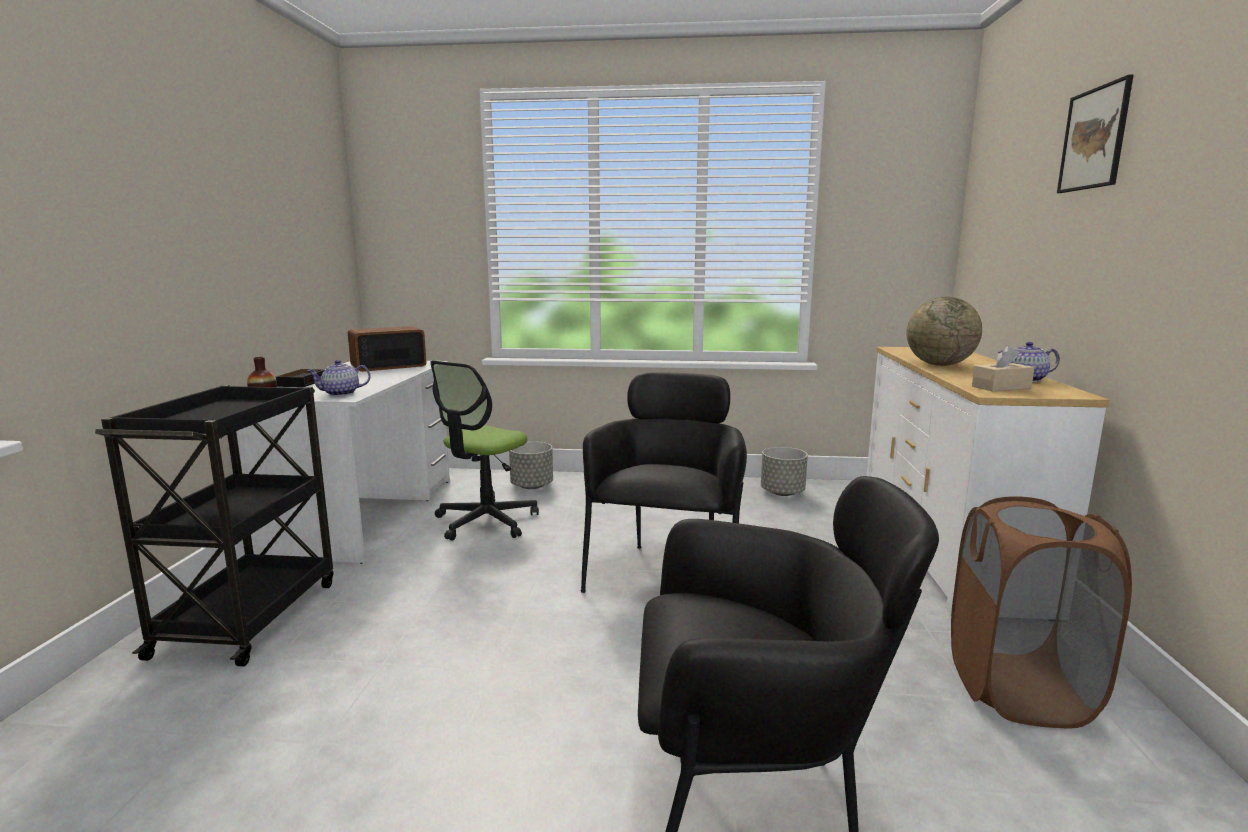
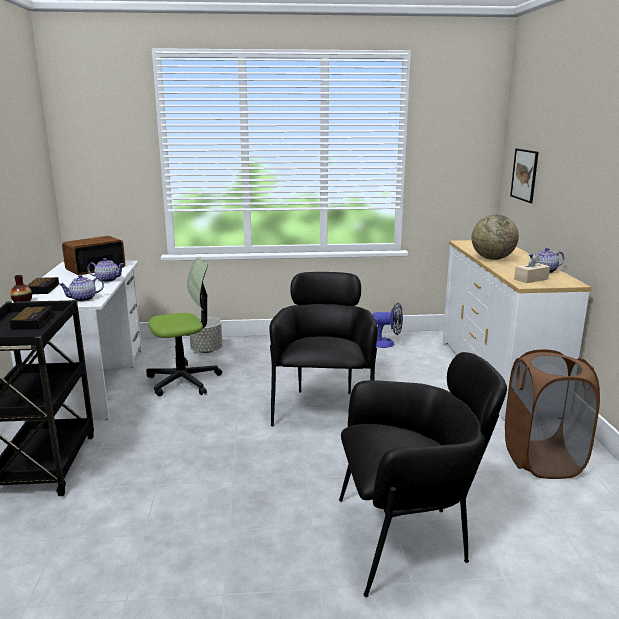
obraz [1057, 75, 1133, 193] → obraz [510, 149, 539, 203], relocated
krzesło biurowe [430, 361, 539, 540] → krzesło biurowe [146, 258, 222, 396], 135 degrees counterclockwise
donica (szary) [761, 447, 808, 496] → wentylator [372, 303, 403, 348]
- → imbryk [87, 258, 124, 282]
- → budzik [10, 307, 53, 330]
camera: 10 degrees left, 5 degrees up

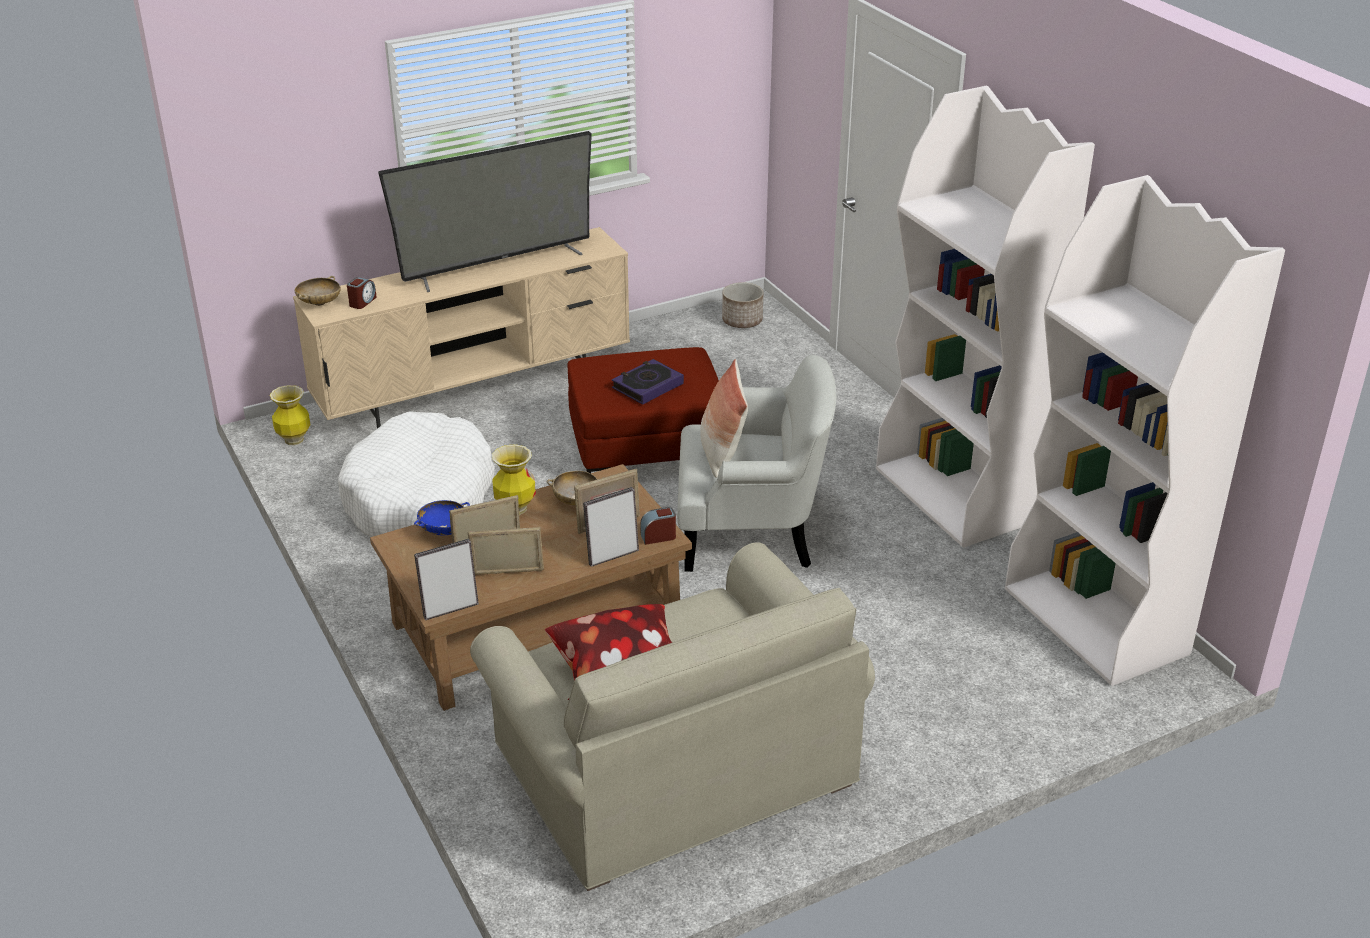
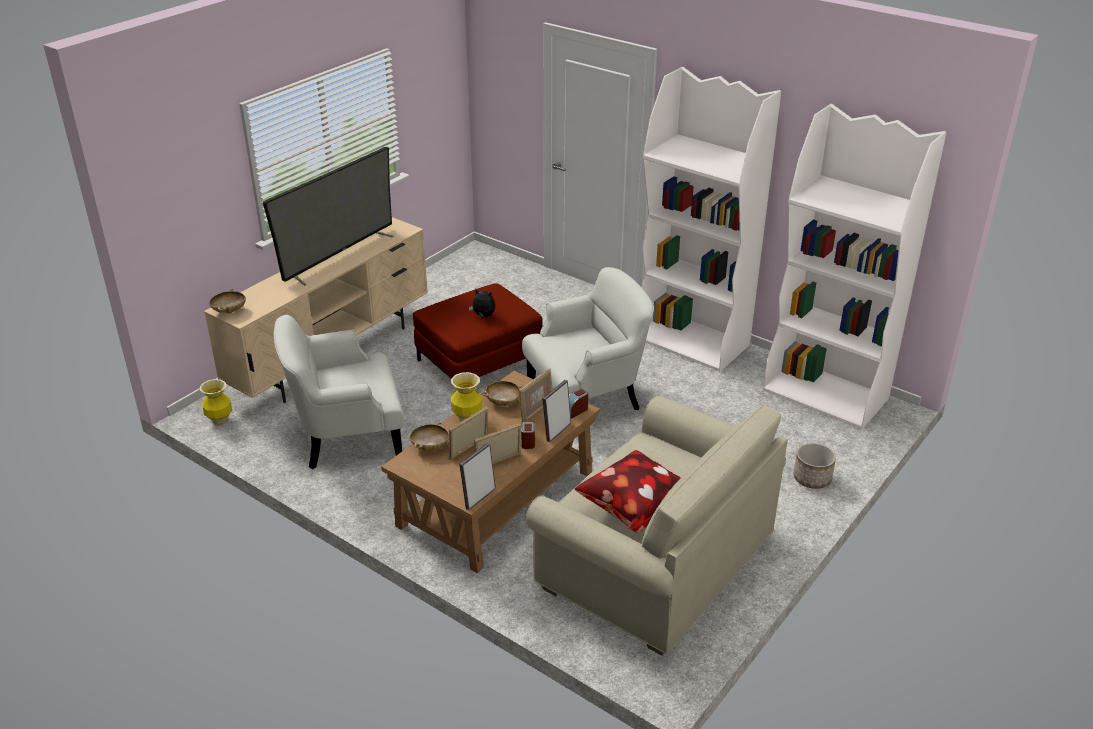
budzik [347, 277, 377, 309] → budzik [521, 422, 535, 449], relocated
donica [722, 282, 763, 328] → donica [793, 443, 836, 489], relocated
książka [612, 359, 684, 405] → pluszak [469, 289, 495, 319]
poduszka [700, 359, 748, 478] → -
legowisko (biały) [338, 411, 495, 537] → fotel (biały) [274, 315, 404, 469]
miska (niebieski) [414, 500, 470, 535] → miska (beżowy) [410, 422, 449, 451]
camera: 25 degrees left, 0 degrees up

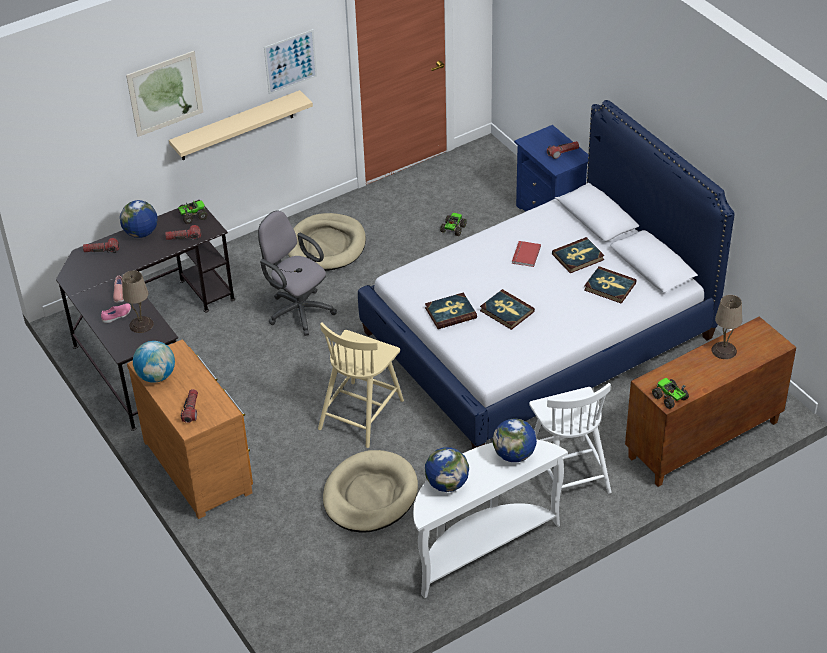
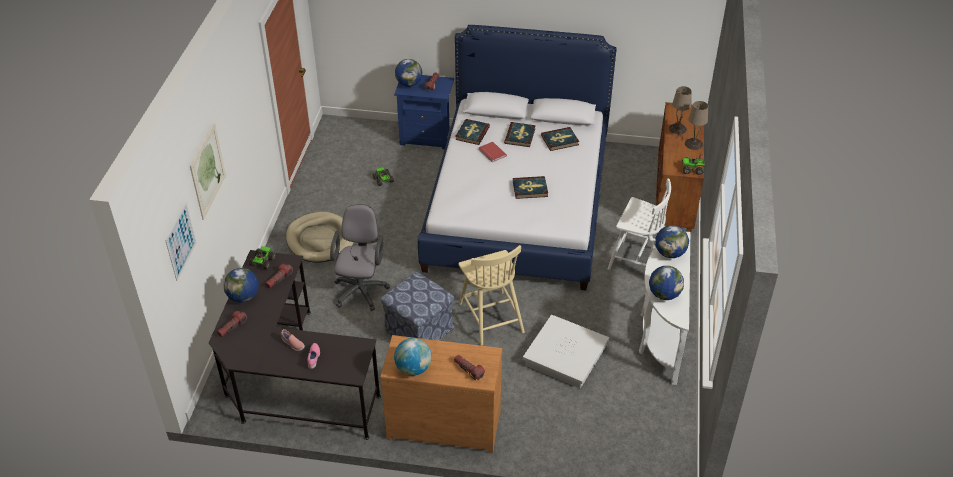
obraz [264, 29, 317, 94] → obraz [165, 202, 197, 281], relocated
półka (beżowy) [169, 90, 313, 160] → -
krzesło biurowe (szary) [258, 210, 337, 336] → krzesło biurowe (szary) [330, 204, 390, 311], 105 degrees clockwise
lampa stołowa (beżowy) [122, 271, 154, 333] → lampa stołowa (beżowy) [685, 101, 708, 150], relocated
książka [425, 293, 477, 329] → książka [455, 119, 490, 145], relocated
legowisko (beżowy) [323, 450, 418, 533] → pojemnik do przechowywania (biały) [523, 315, 609, 388]
- → globus [395, 59, 422, 87]
- → pufa [380, 271, 454, 341]
camera: 50 degrees left, 0 degrees up

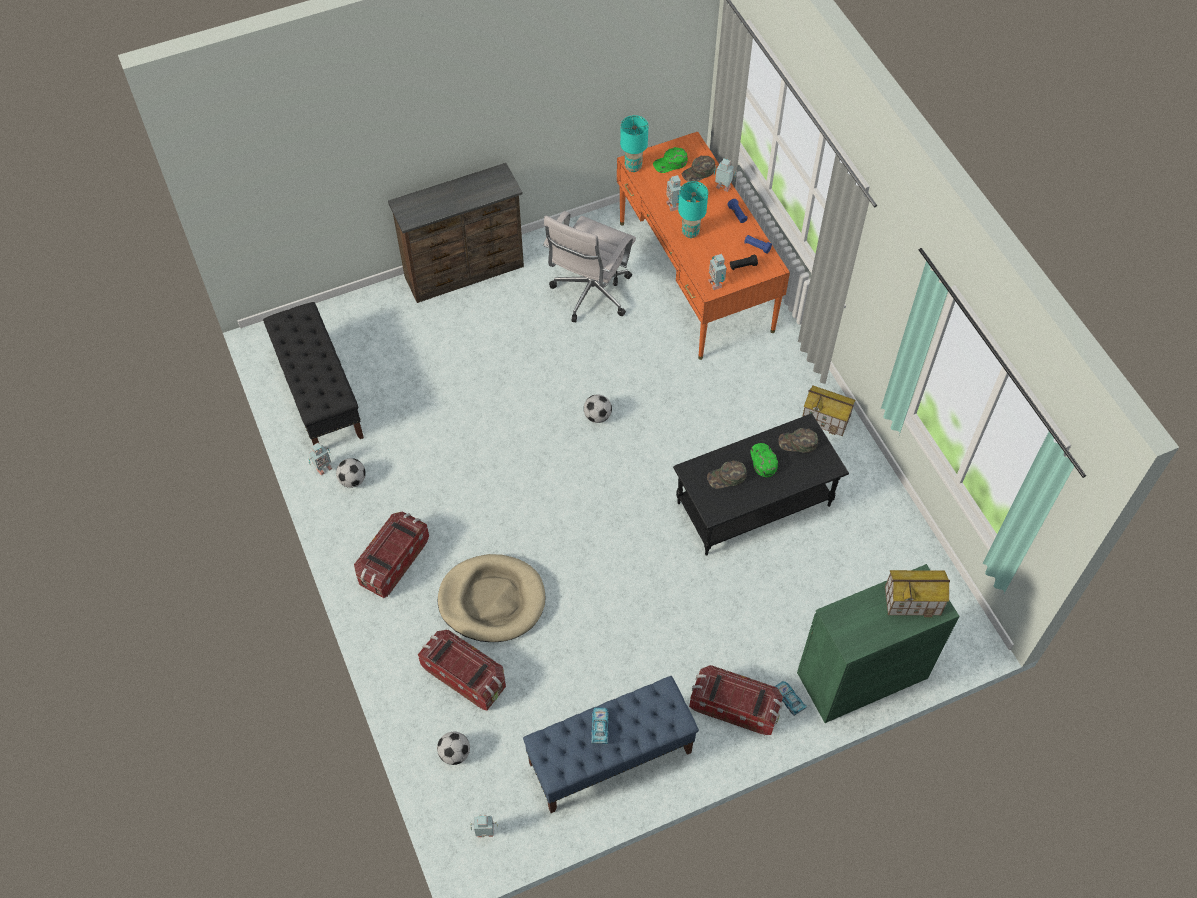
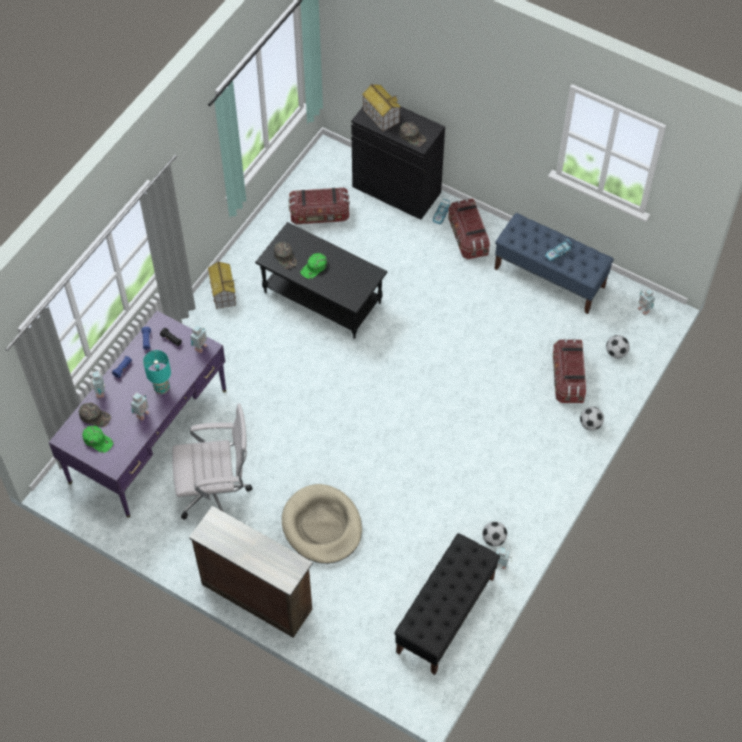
lampa stołowa (turkusowy) [620, 115, 649, 172] → -
biurko (pomarańczowy) [617, 132, 790, 360] → biurko (fioletowy) [49, 311, 226, 518]
piłka futbolowa [584, 394, 612, 423] → piłka futbolowa [580, 407, 604, 431], relocated
czapka z daszkiem (zielony) [707, 460, 747, 489] → czapka z daszkiem (zielony) [399, 122, 426, 147], relocated
pojemnik do przechowywania [354, 511, 429, 598] → pojemnik do przechowywania [288, 188, 350, 224], relocated
legowisko (beżowy) [438, 554, 546, 642] → legowisko (beżowy) [282, 484, 362, 564], relocated
szafka (zielony) [797, 564, 959, 723] → szafka (czarny) [351, 107, 445, 220]
camera: 125 degrees left, 0 degrees up

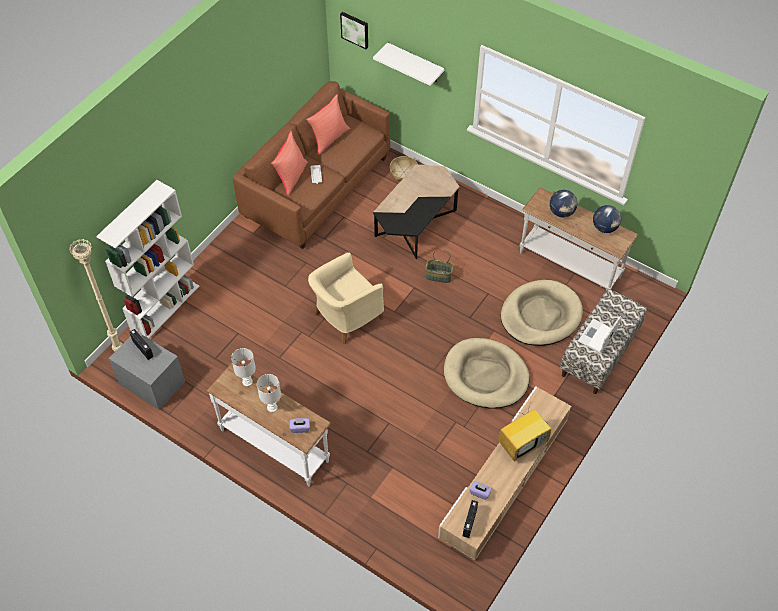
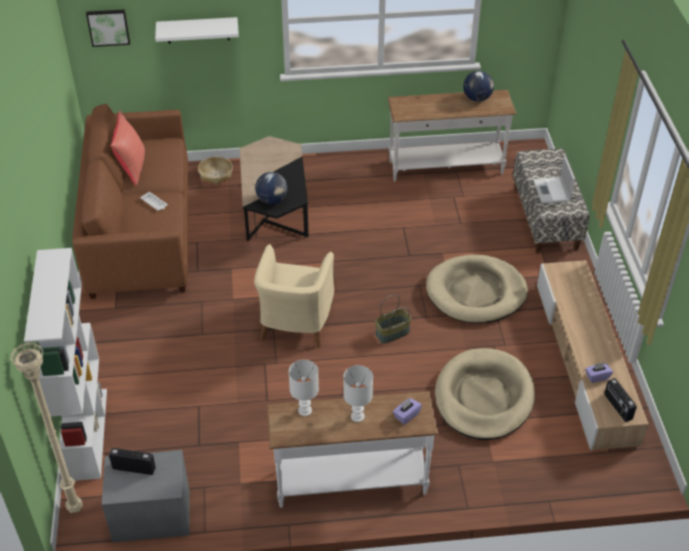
poduszka (czerwony) [271, 131, 308, 196] → -
globus [550, 190, 577, 217] → globus [255, 172, 288, 204], relocated
koszyk [425, 249, 453, 283] → koszyk [375, 295, 411, 344], relocated
legowisko (beżowy) [501, 280, 583, 346] → legowisko (beżowy) [435, 348, 535, 440], relocated
telewizor [498, 400, 551, 462] → -
camera: 40 degrees left, 10 degrees down

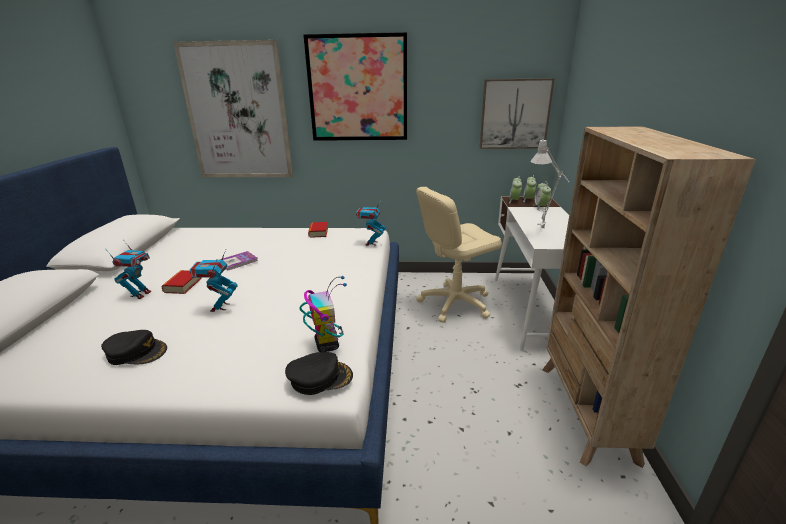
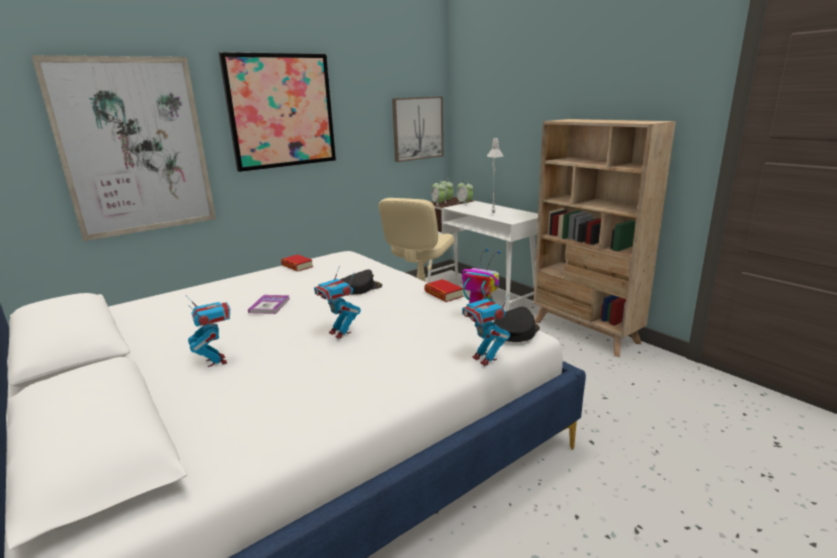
robot zabawkowy [356, 201, 385, 246] → robot zabawkowy [462, 285, 510, 366], relocated
książka [161, 270, 202, 294] → książka [425, 279, 463, 302], relocated
czapka z daszkiem (czarny) [101, 330, 167, 365] → czapka z daszkiem (czarny) [340, 269, 382, 295], relocated
camera: 40 degrees left, 5 degrees down

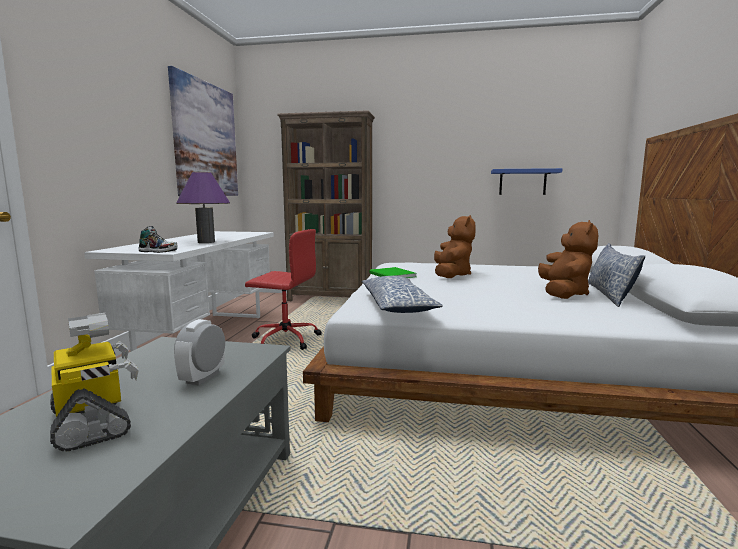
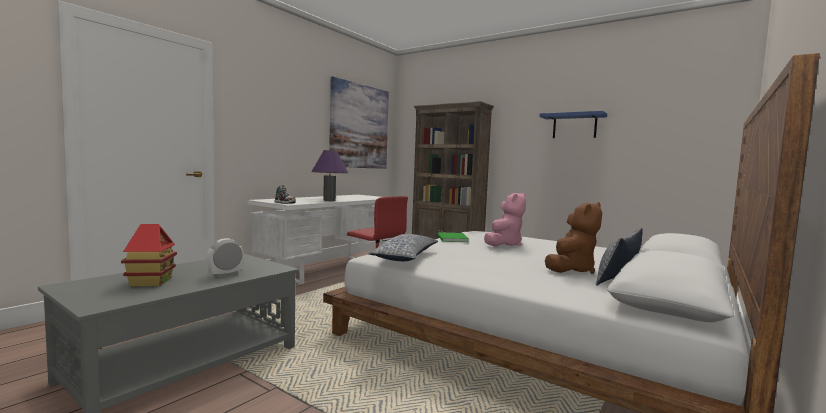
półka (niebieski) [491, 168, 563, 195] → półka (niebieski) [539, 111, 607, 138], relocated
pluszak (brązowy) [434, 215, 476, 278] → pluszak (różowy) [484, 192, 526, 246]
robot zabawkowy [50, 313, 138, 451] → domek [121, 224, 177, 286]
camera: 25 degrees right, 5 degrees down

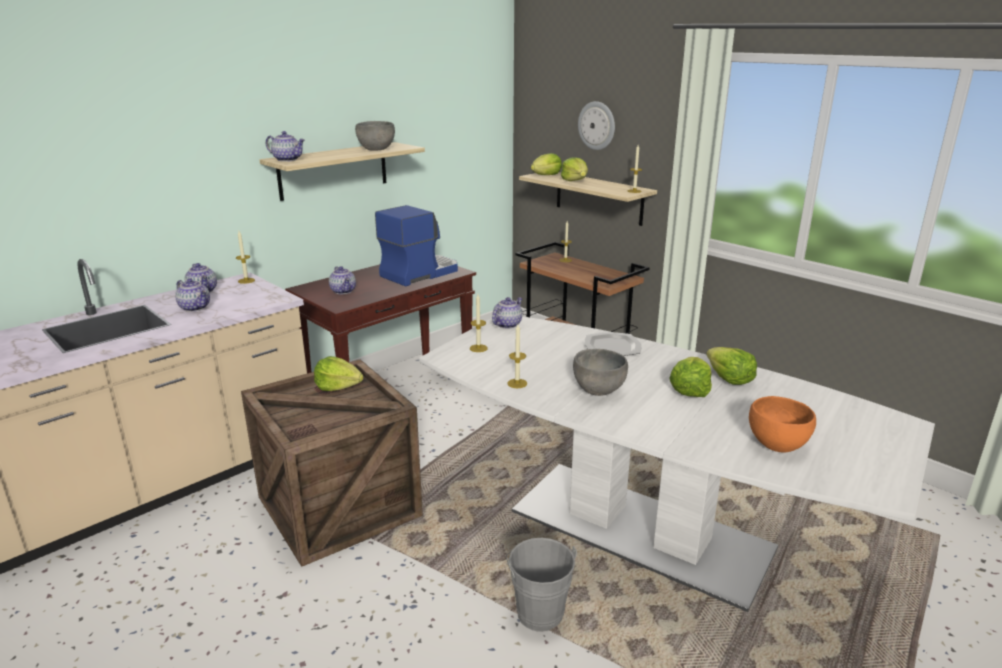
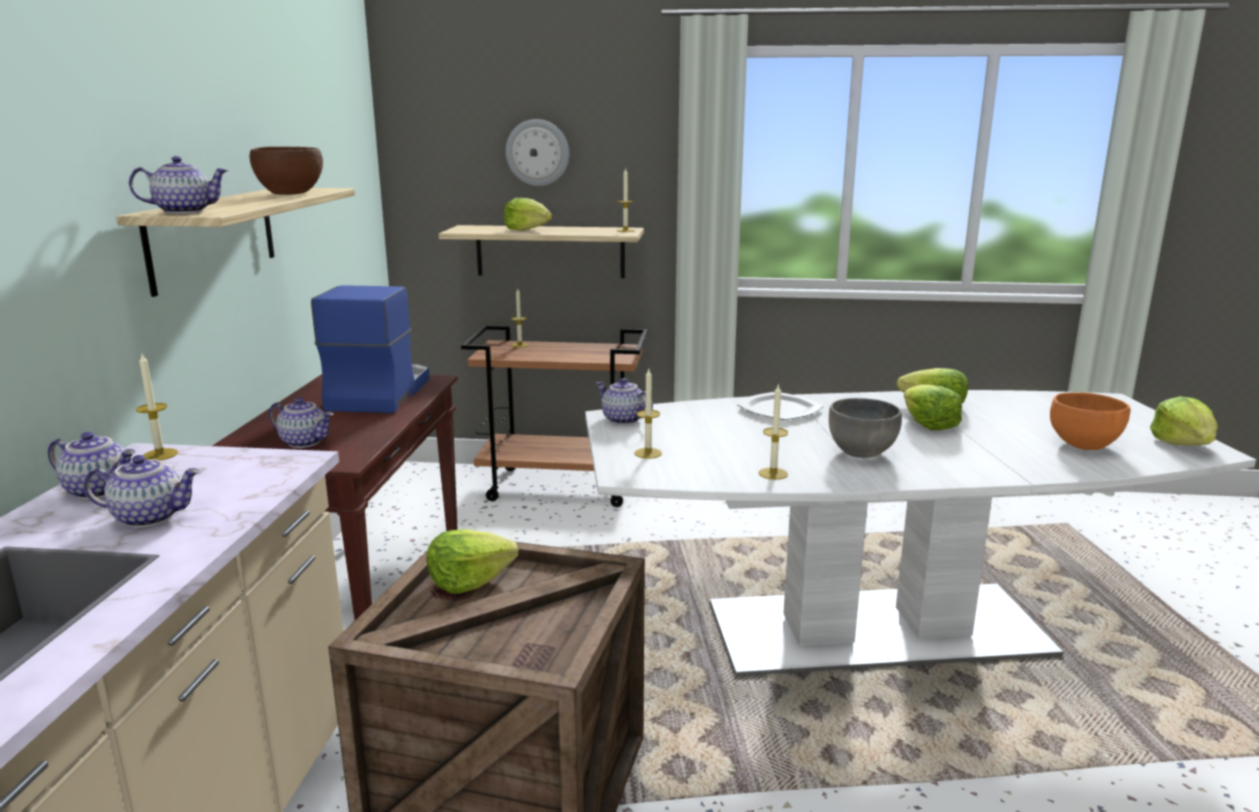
miska (szary) [355, 121, 395, 151] → miska (brązowy) [250, 147, 323, 195]
sałata [531, 153, 562, 175] → sałata [1150, 396, 1218, 445], relocated
imbryk [492, 297, 522, 329] → imbryk [596, 378, 653, 425], 45 degrees counterclockwise
wiadro (szary) [506, 538, 577, 632] → -
camera: 40 degrees left, 5 degrees down

